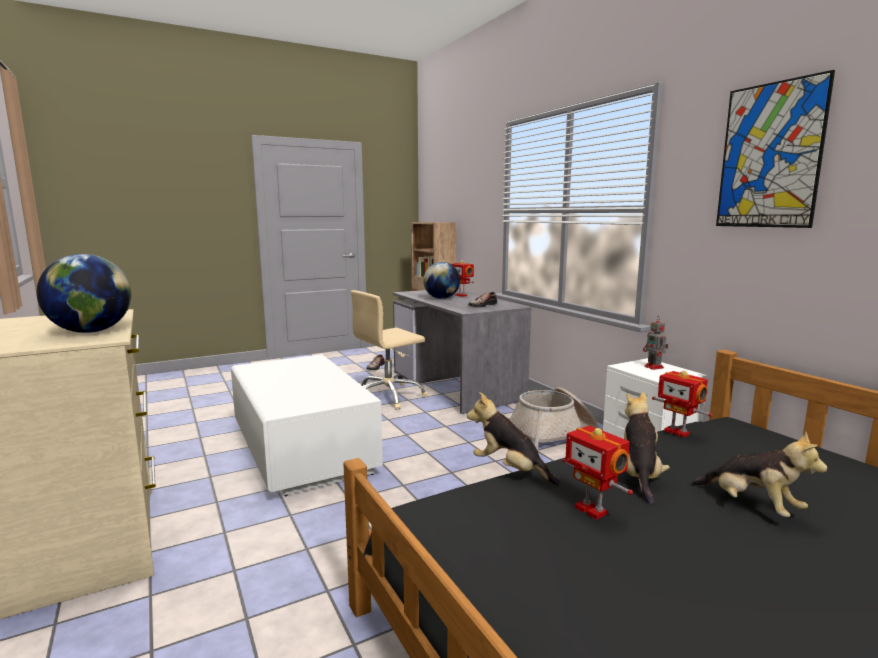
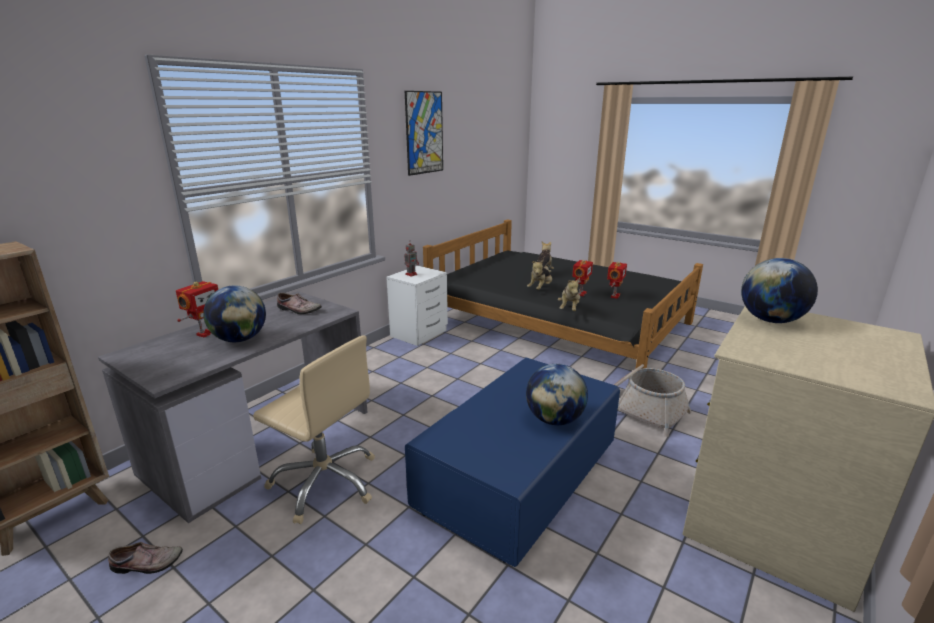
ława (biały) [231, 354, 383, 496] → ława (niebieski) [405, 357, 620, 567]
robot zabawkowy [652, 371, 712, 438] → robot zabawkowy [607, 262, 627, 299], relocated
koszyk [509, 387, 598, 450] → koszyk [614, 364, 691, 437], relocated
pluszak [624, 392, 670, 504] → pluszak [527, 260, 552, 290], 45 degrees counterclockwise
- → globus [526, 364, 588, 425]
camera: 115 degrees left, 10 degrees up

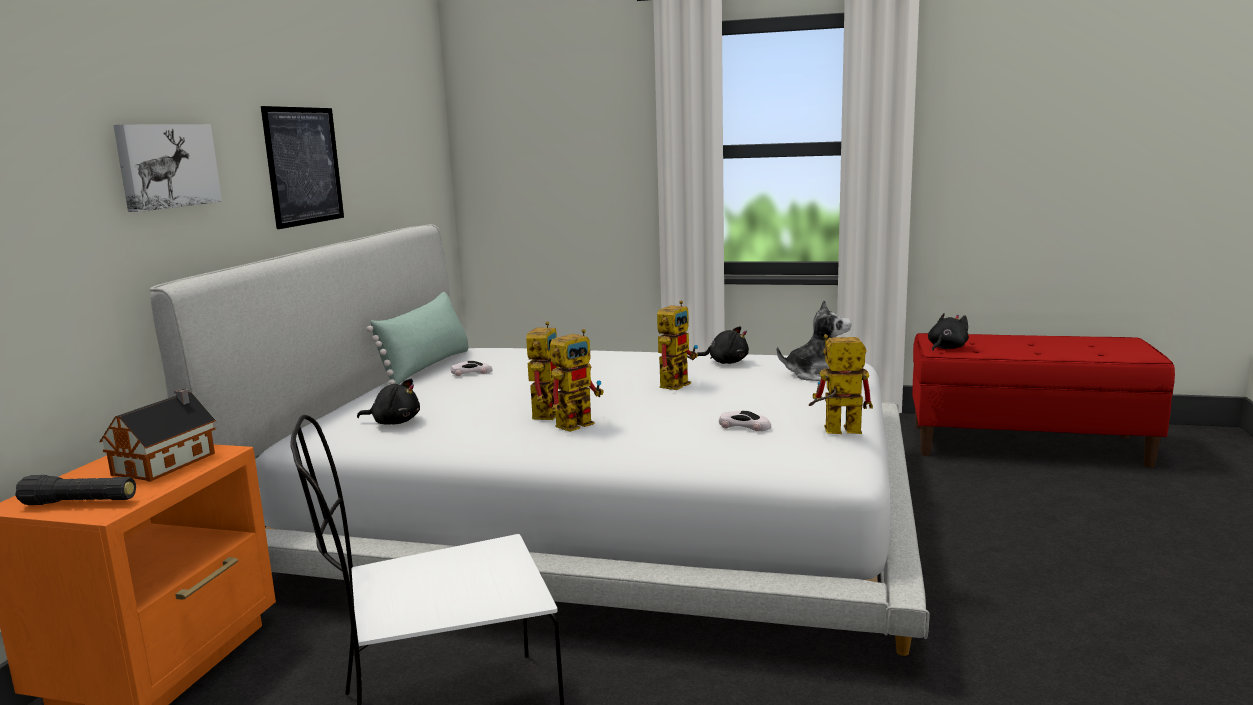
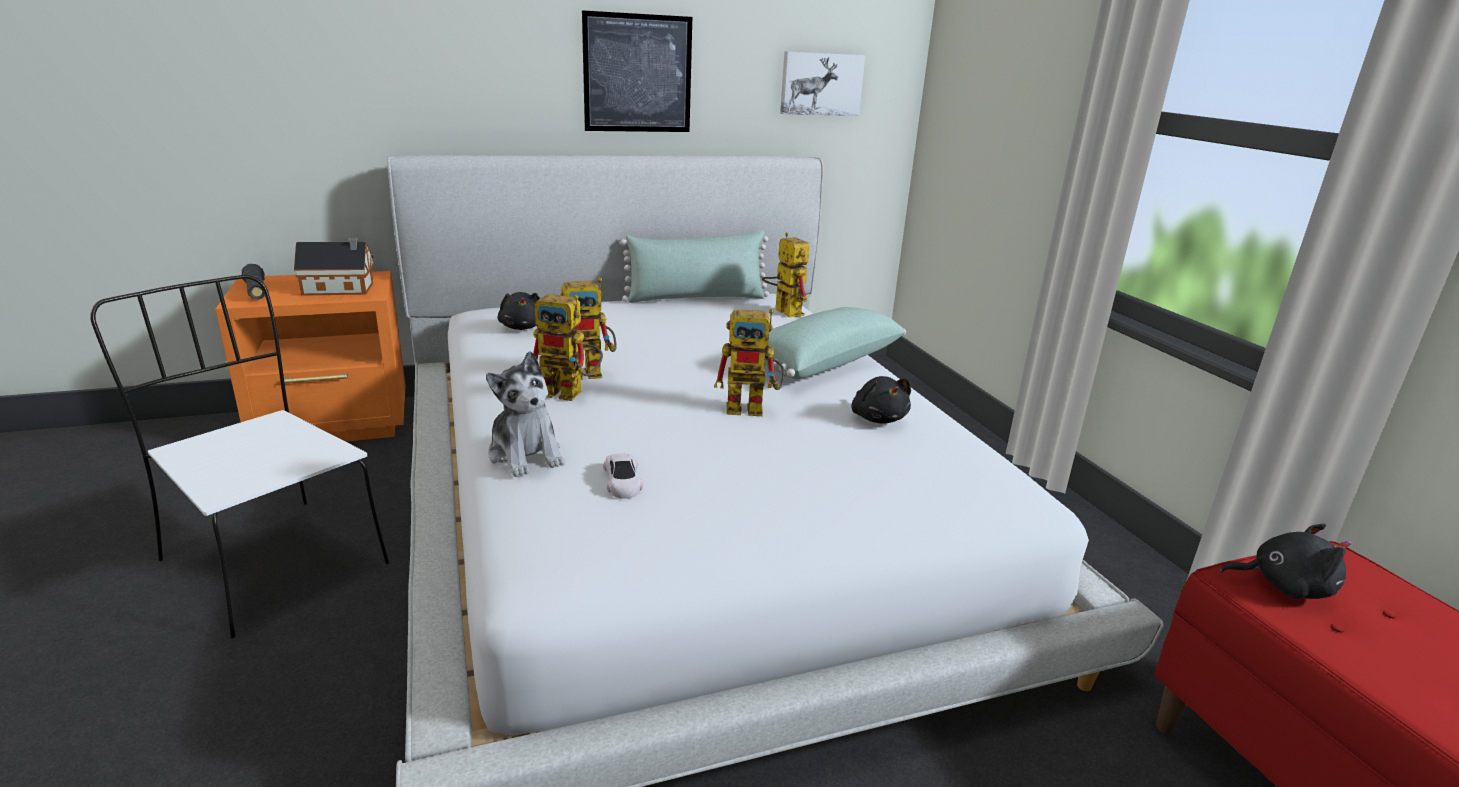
obraz [113, 124, 222, 212] → obraz [780, 51, 865, 116], relocated
pluszak [777, 300, 852, 381] → pluszak [486, 351, 565, 477], relocated
robot zabawkowy [809, 334, 873, 434] → robot zabawkowy [762, 232, 809, 317], relocated
samochodzik (biały) [451, 361, 493, 376] → -
- → poduszka (zielony) [764, 307, 906, 379]
camera: 55 degrees right, 10 degrees up

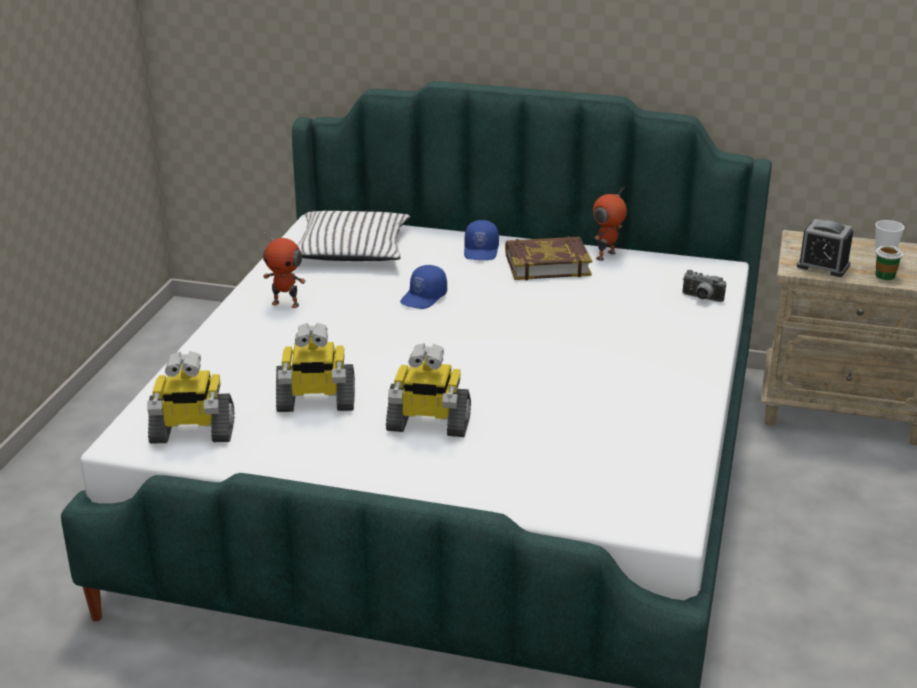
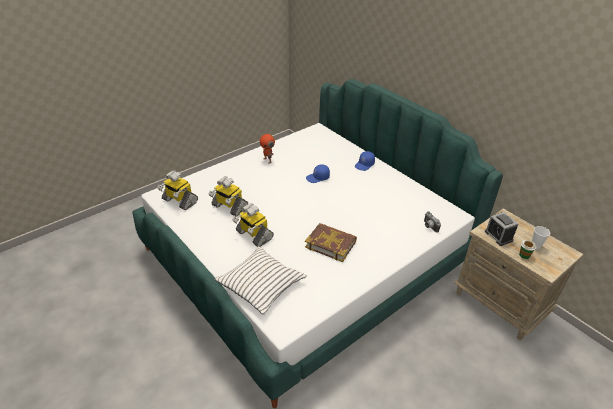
robot zabawkowy [593, 186, 627, 261] → -
poduszka (biały) [297, 211, 411, 261] → poduszka (biały) [215, 246, 307, 315], relocated
książka [505, 236, 592, 280] → książka [305, 223, 357, 262], relocated
camera: 35 degrees right, 10 degrees up

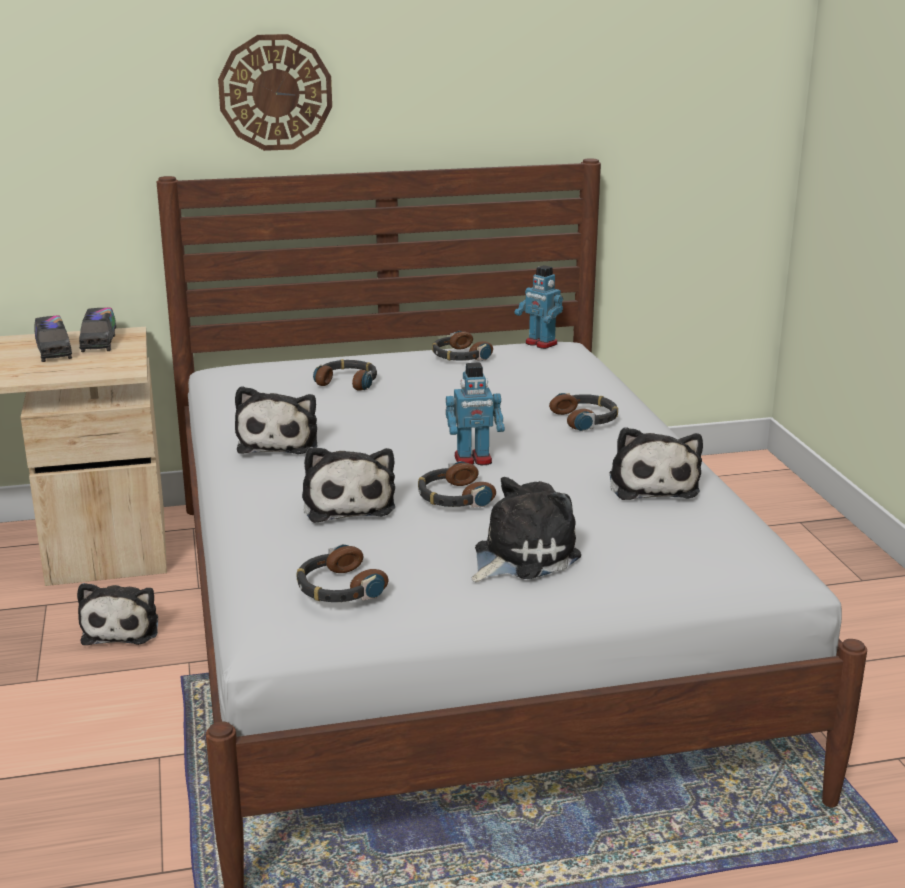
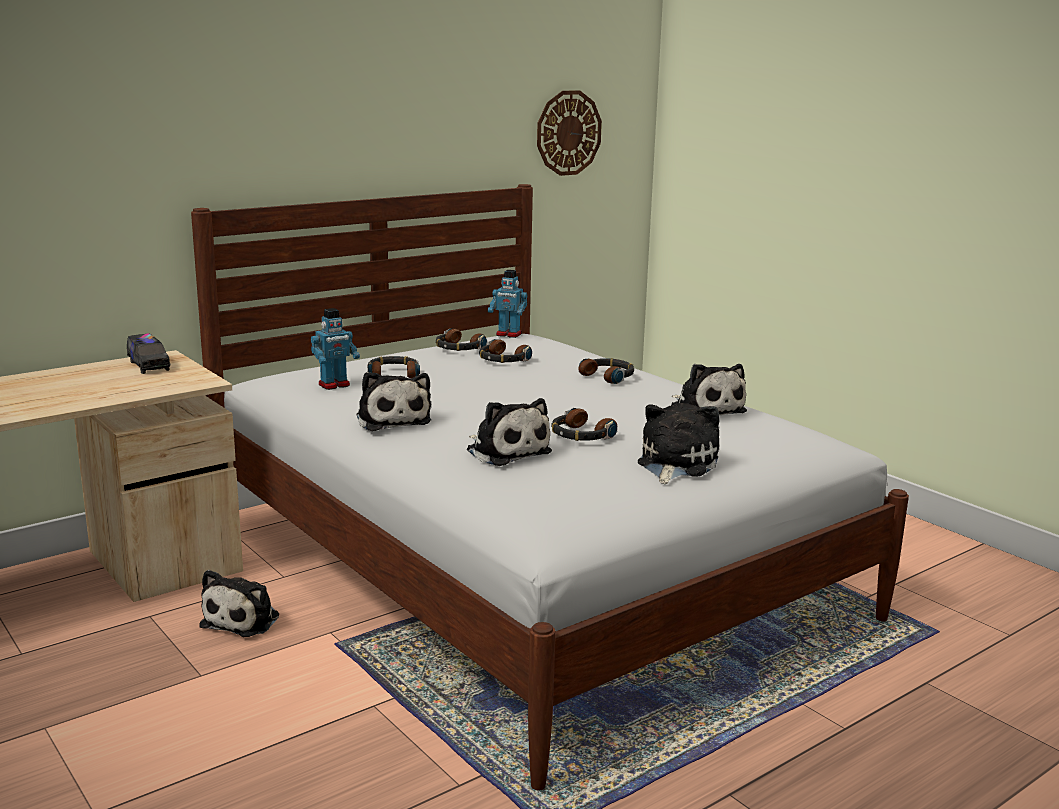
zegar ścienny [218, 34, 332, 151] → zegar ścienny [537, 91, 602, 176], relocated
ciężarówka zabawkowa [34, 315, 72, 362] → -
robot zabawkowy [446, 363, 505, 465] → robot zabawkowy [311, 308, 360, 390], relocated
słuchawki [296, 544, 388, 602] → słuchawki [479, 339, 532, 363], relocated
pluszak [77, 583, 158, 645] → pluszak [199, 570, 279, 637], 45 degrees clockwise
camera: 25 degrees left, 5 degrees down

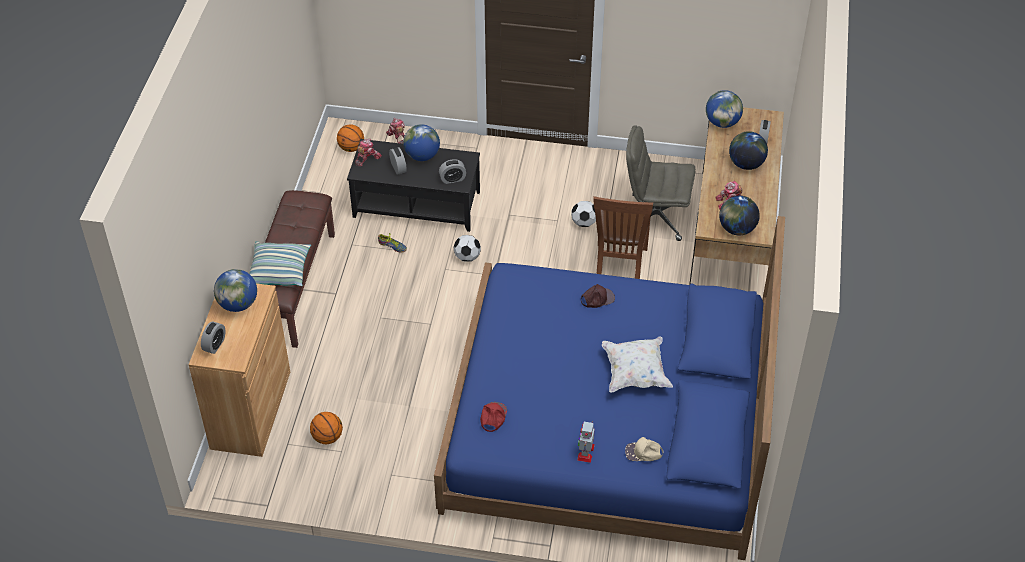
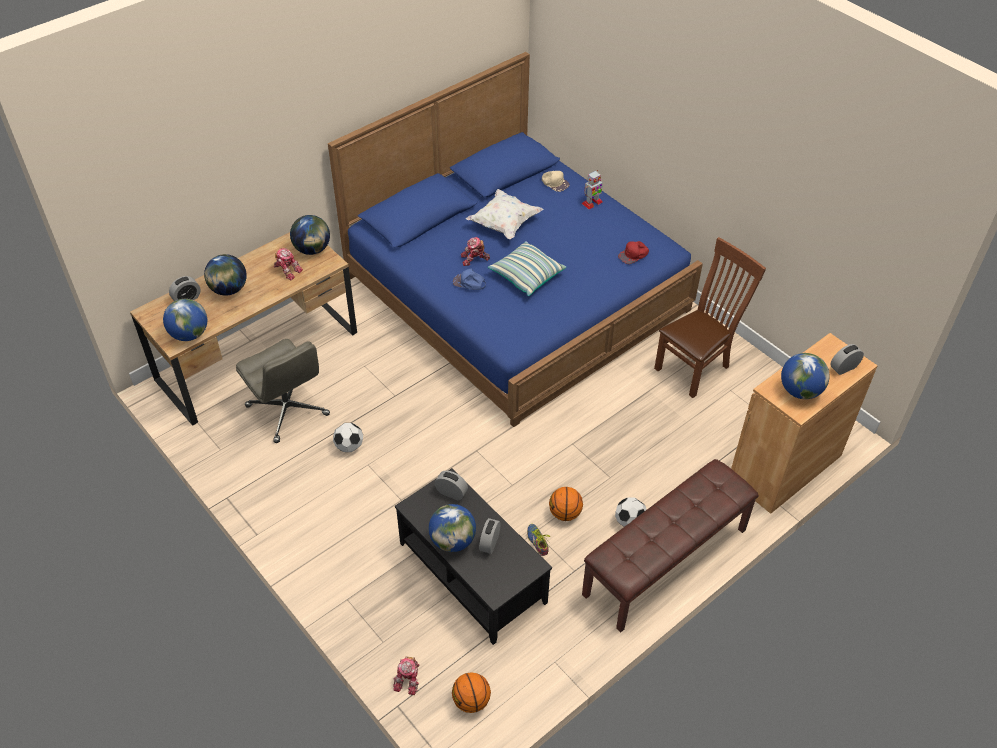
robot zabawkowy [355, 138, 382, 166] → robot zabawkowy [461, 237, 490, 266], relocated
krzesło (brązowy) [593, 196, 653, 279] → krzesło (brązowy) [654, 237, 766, 398], relocated
piłka futbolowa [454, 235, 481, 262] → piłka futbolowa [615, 497, 647, 527], relocated
poduszka [250, 242, 311, 286] → poduszka [488, 241, 566, 296], relocated
czapka z daszkiem (brązowy) [581, 284, 615, 308] → czapka z daszkiem (niebieski) [453, 268, 486, 290]
piłka do koszykówki [310, 412, 343, 444] → piłka do koszykówki [549, 487, 583, 521], relocated
camera: 140 degrees left, 0 degrees up

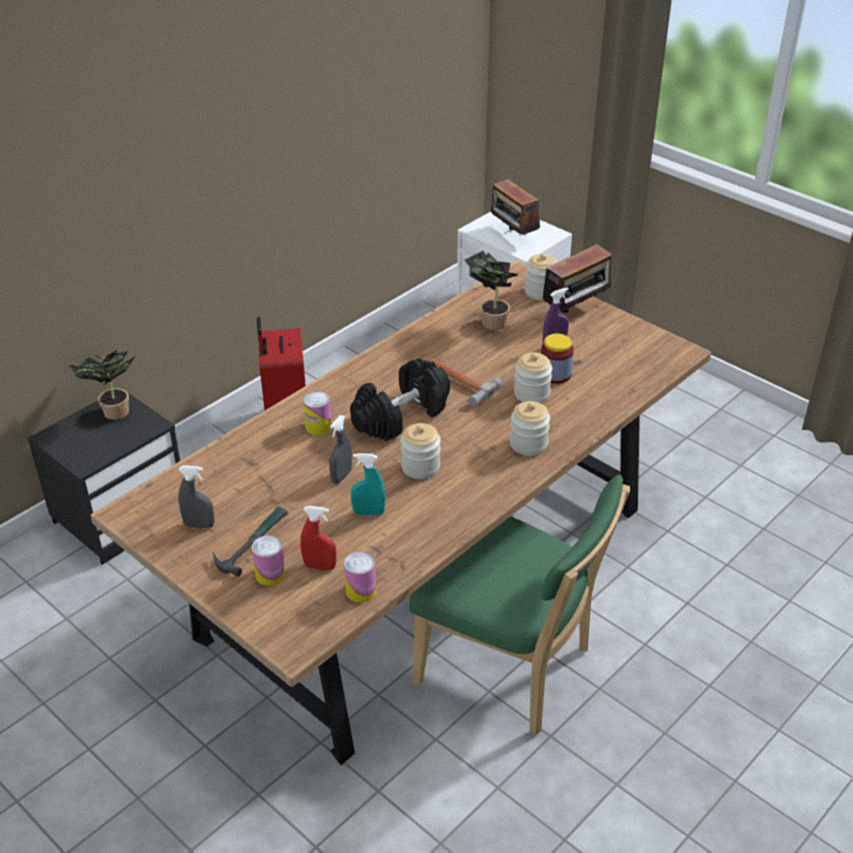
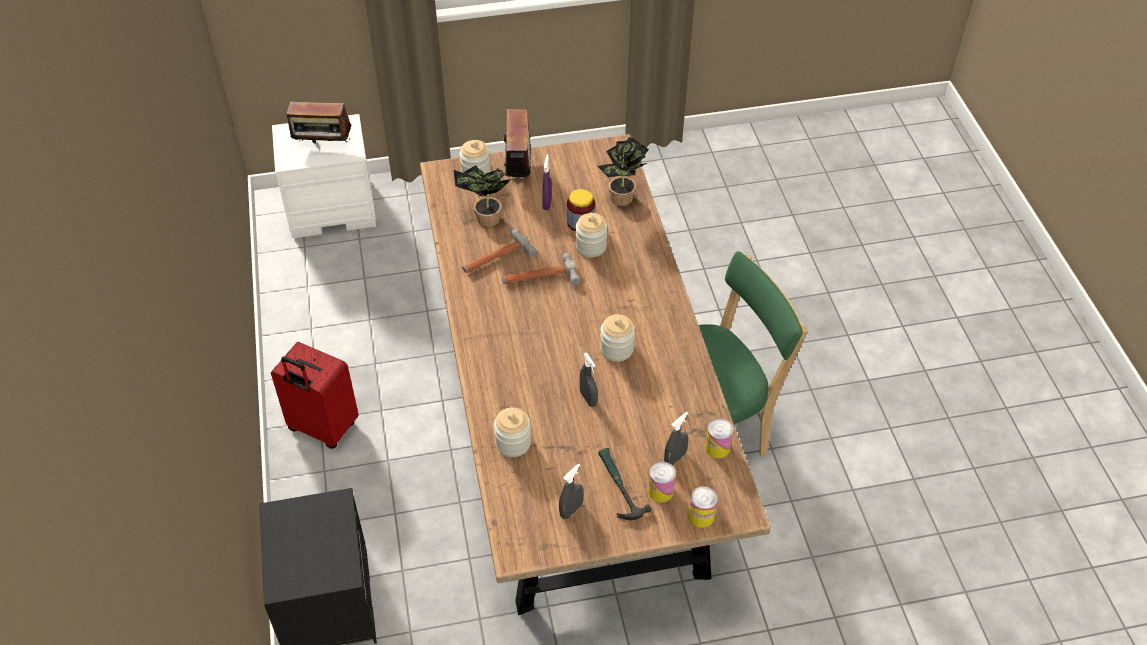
roślina doniczkowa [68, 350, 135, 420] → roślina doniczkowa [597, 137, 649, 206], relocated
hantel (czarny) [350, 358, 450, 441] → -
puszka [303, 391, 331, 435] → puszka [688, 486, 717, 528], relocated
słoik [510, 401, 550, 456] → słoik [494, 407, 531, 457], relocated
spryskiwacz (turkusowy) [351, 453, 385, 515] → -
spryskiwacz (czerwony) [300, 506, 337, 570] → spryskiwacz (szary) [664, 412, 688, 465]
- → młotek [462, 229, 537, 273]
camera: 55 degrees left, 10 degrees up

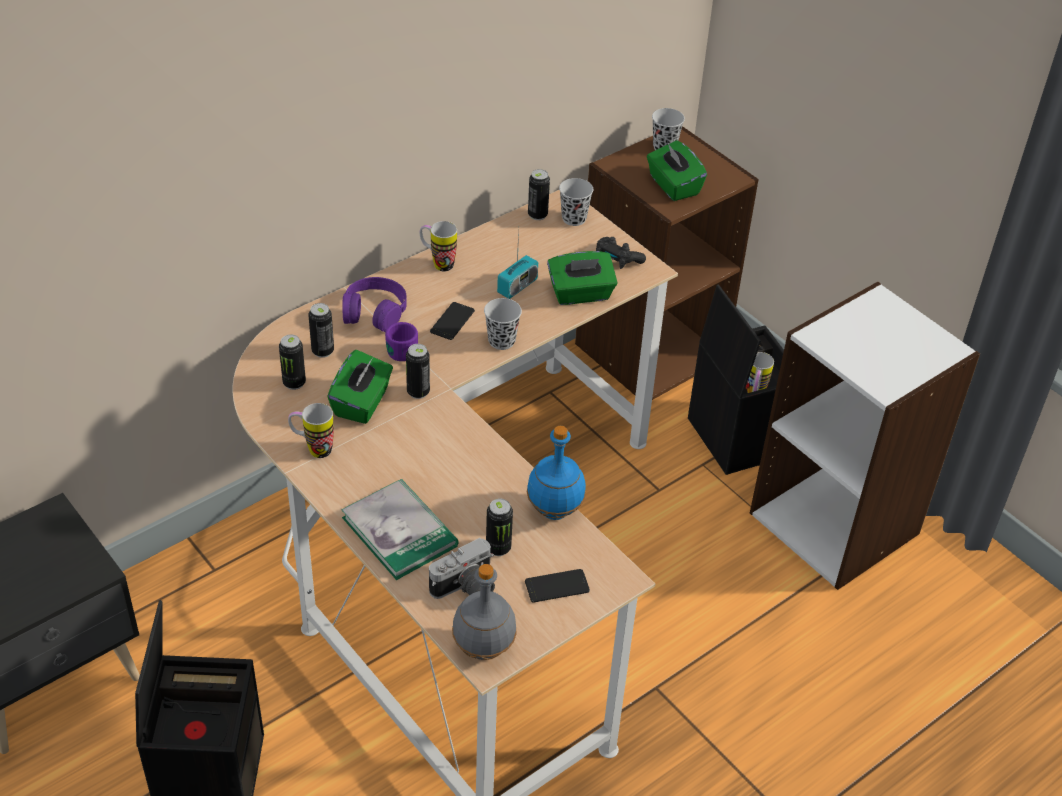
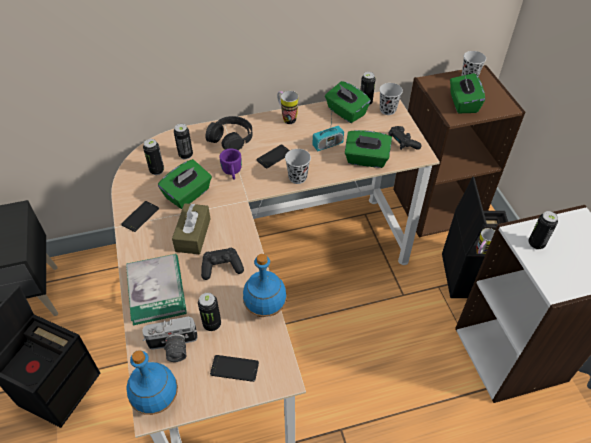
słuchawki (fioletowy) [342, 277, 407, 332] → słuchawki (czarny) [206, 116, 253, 150]
puszka [406, 344, 430, 399] → puszka [528, 211, 558, 250], relocated
kubek [288, 403, 334, 458] → telefon [121, 201, 159, 232]
butelka (szary) [452, 564, 517, 660] → butelka (niebieski) [126, 350, 178, 415]
- → pudełko chusteczek (zielony) [325, 81, 371, 123]
- → pudełko chusteczek (brązowy) [172, 203, 211, 254]
- → pad do gier (czarny) [201, 248, 244, 280]
camera: 25 degrees right, 5 degrees up

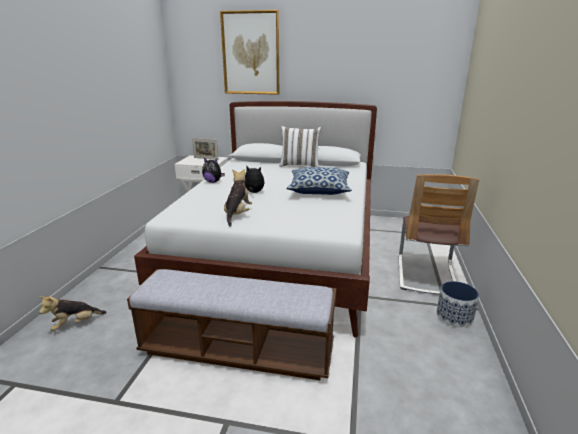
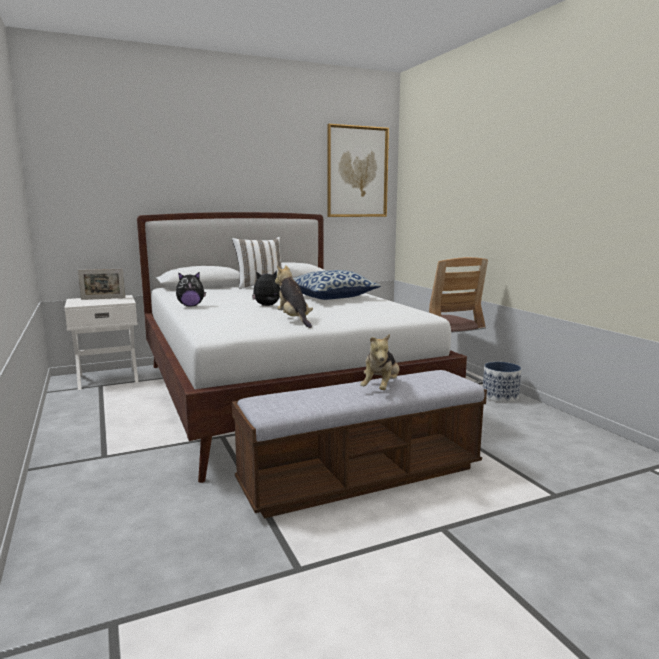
obraz [220, 10, 279, 95] → obraz [327, 124, 389, 217], relocated
pluszak [39, 296, 107, 331] → pluszak [360, 334, 399, 390], relocated
camera: 35 degrees left, 10 degrees down

